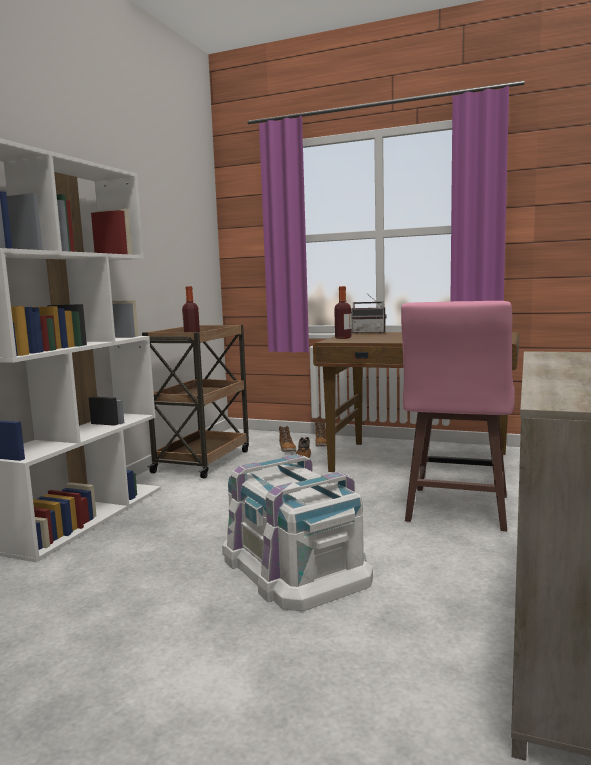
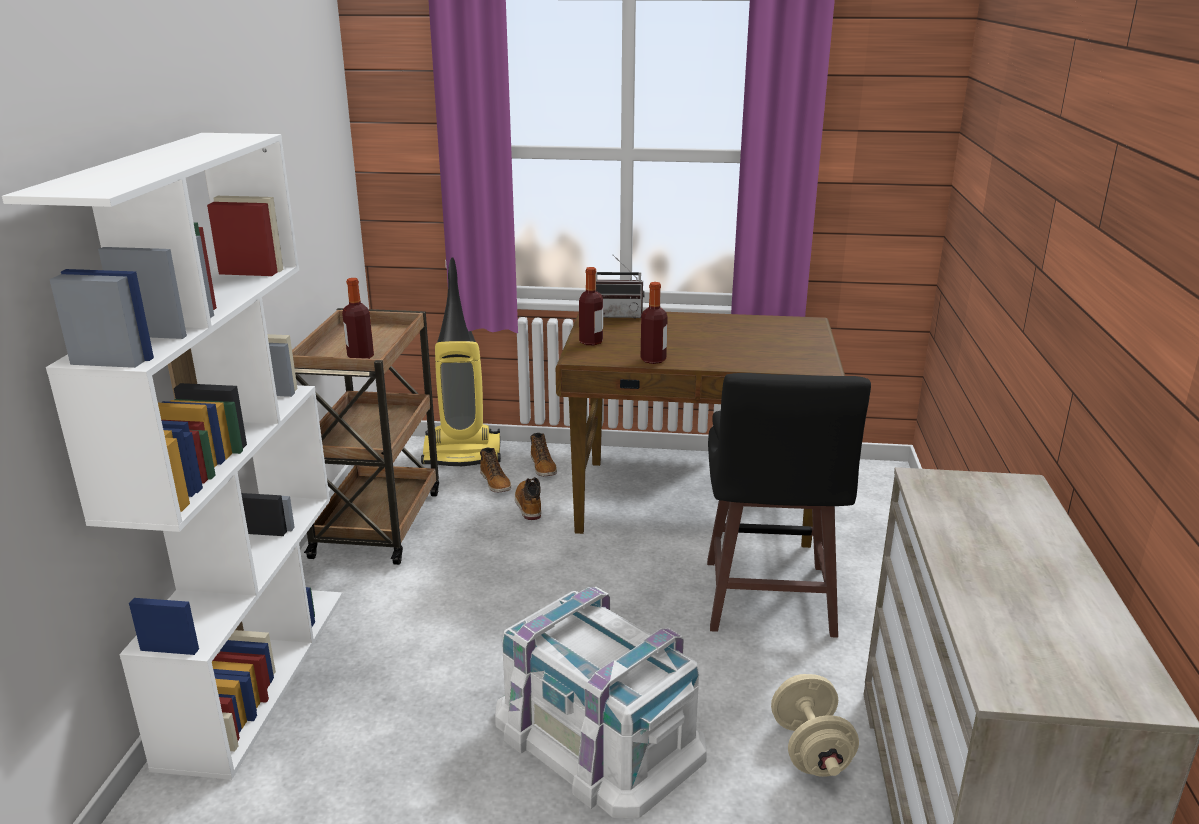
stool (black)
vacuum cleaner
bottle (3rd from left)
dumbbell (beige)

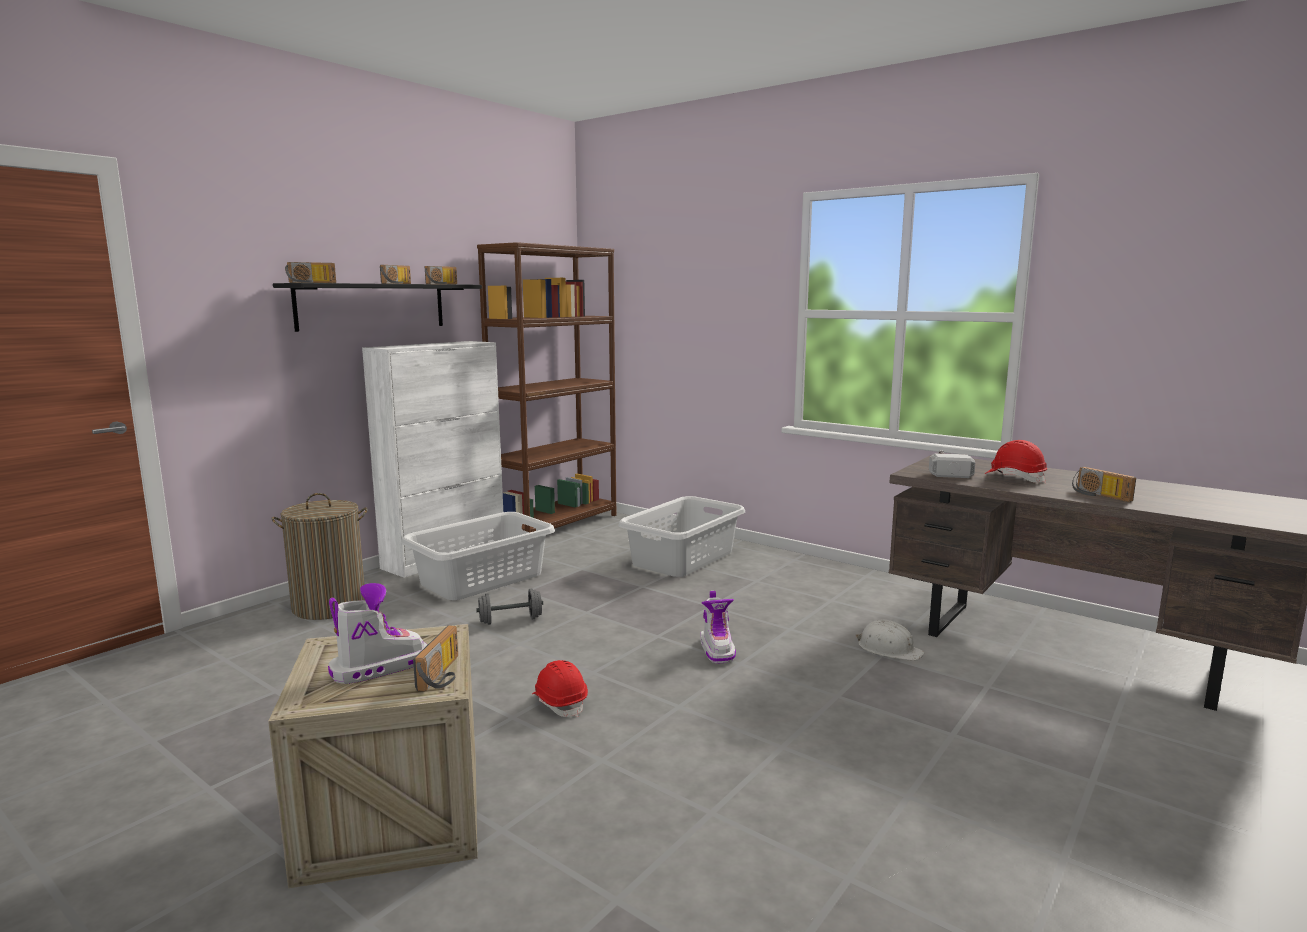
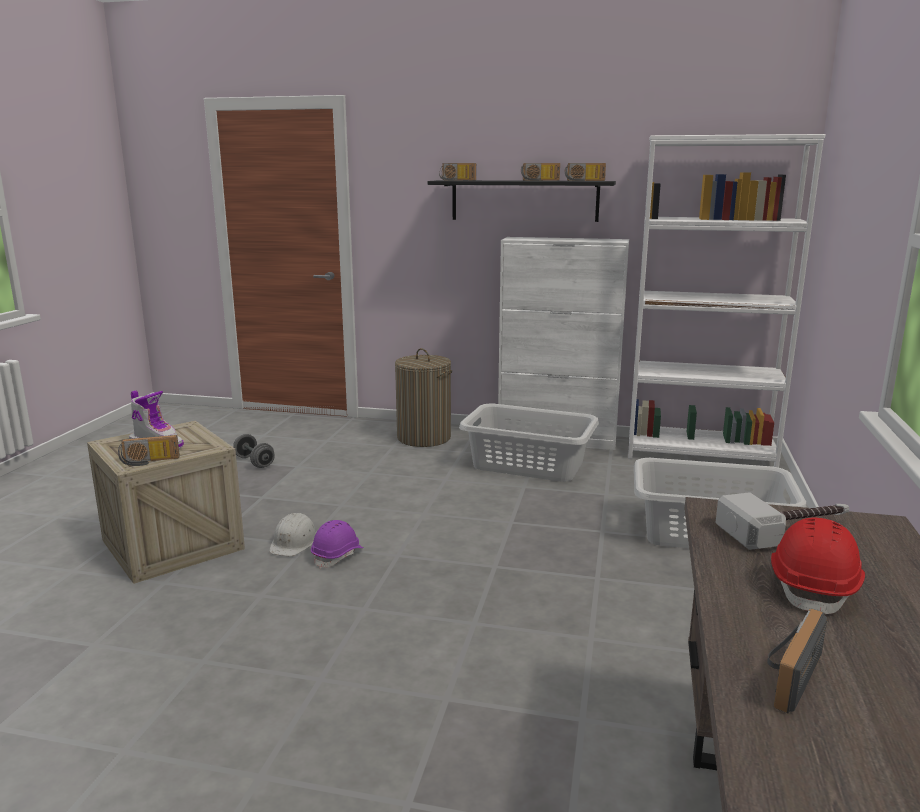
bookcase (white)
dumbbell (grey)
boot (2nd from left in the first image)
hard hat (white)
hard hat (purple)

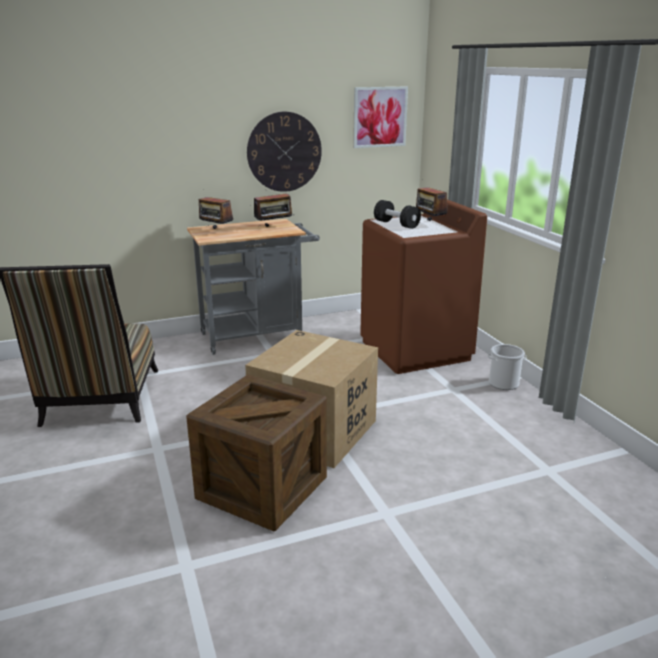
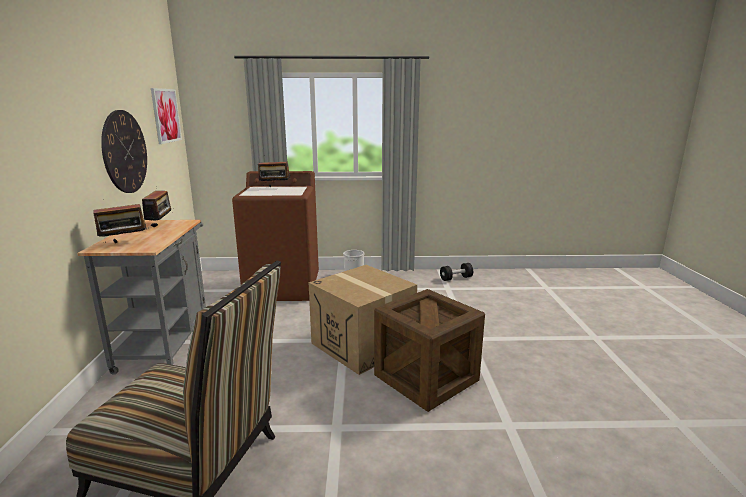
dumbbell (black)

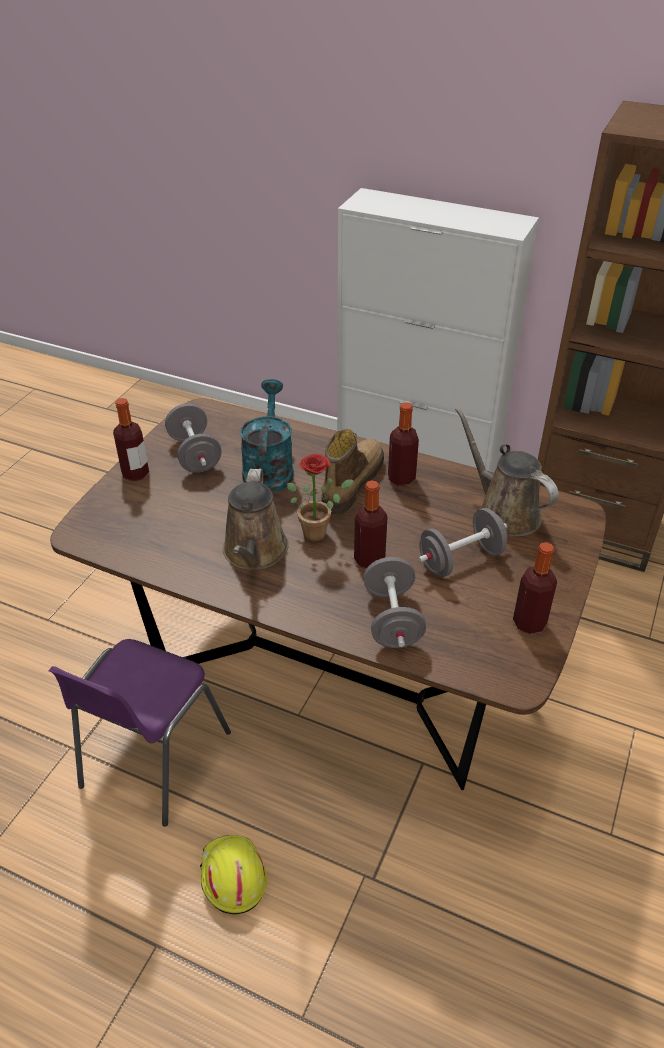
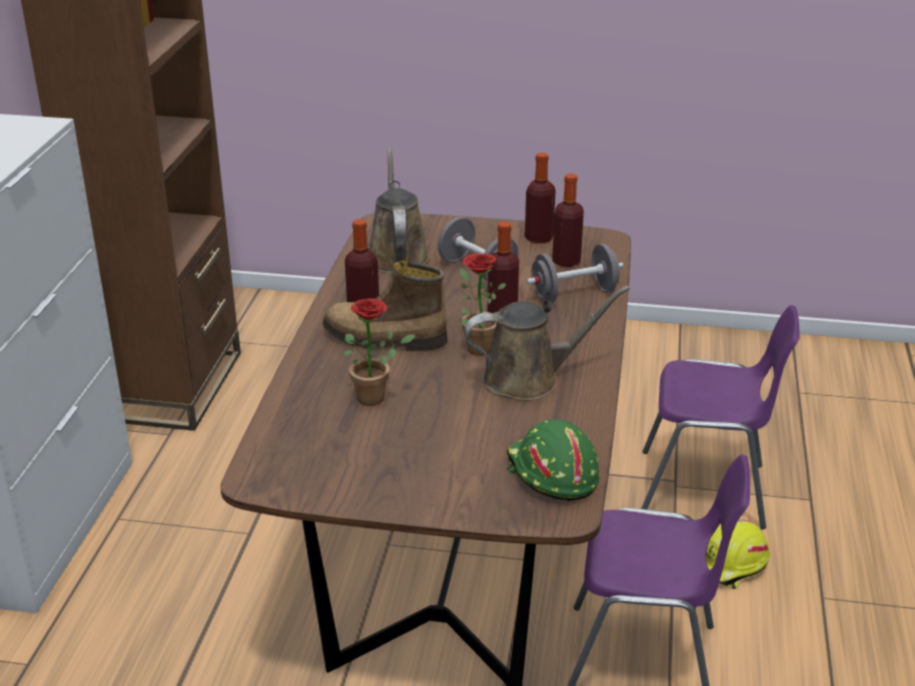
potted plant (1st from left)
bottle (4th from left)
dumbbell (grey) (1st from left in the first image)
watering can (brown) (1st from left)
chair (purple) (2nd from left)
hard hat (green)

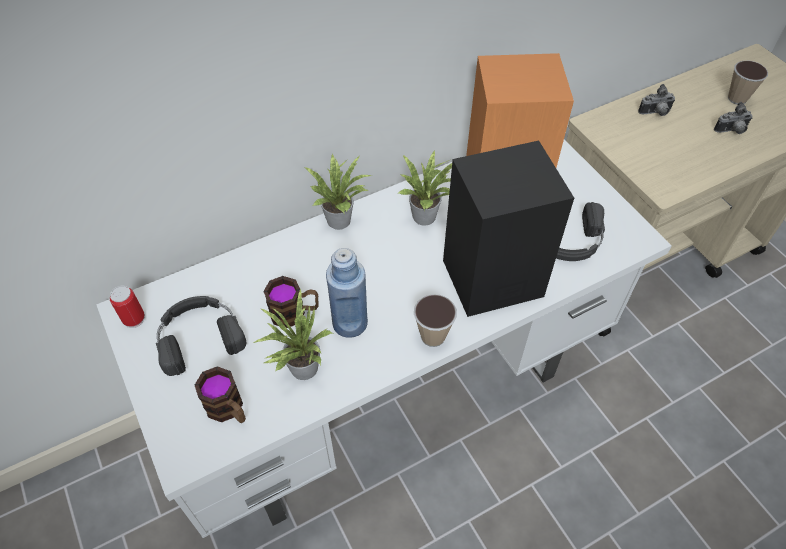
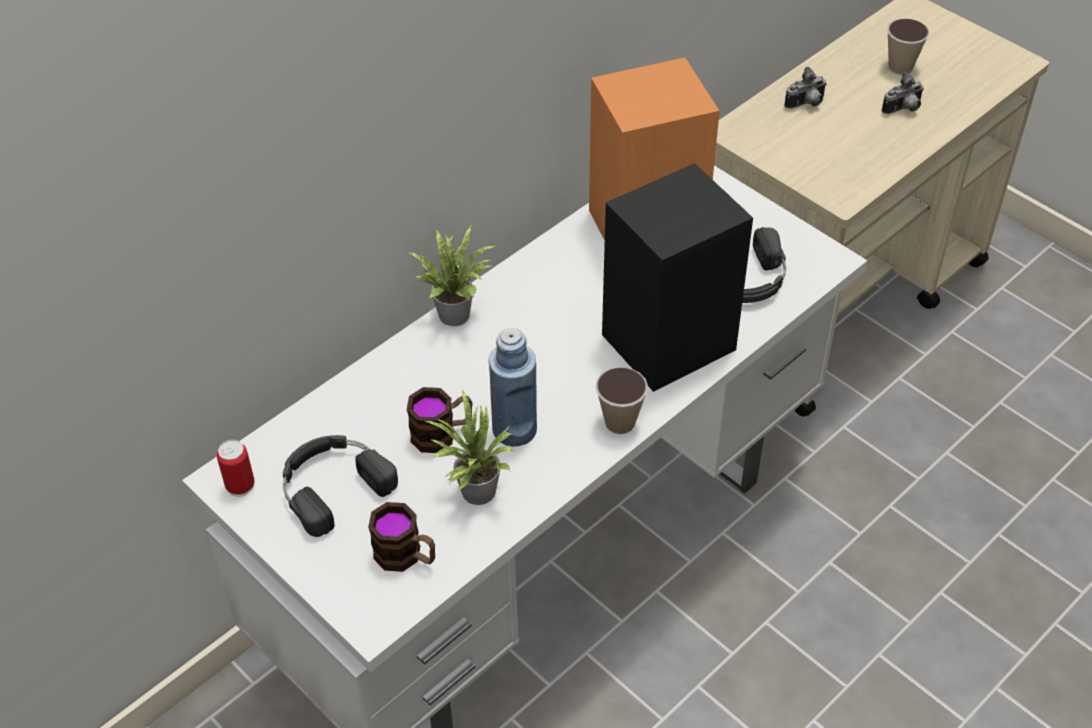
potted plant (3rd from left in the first image)

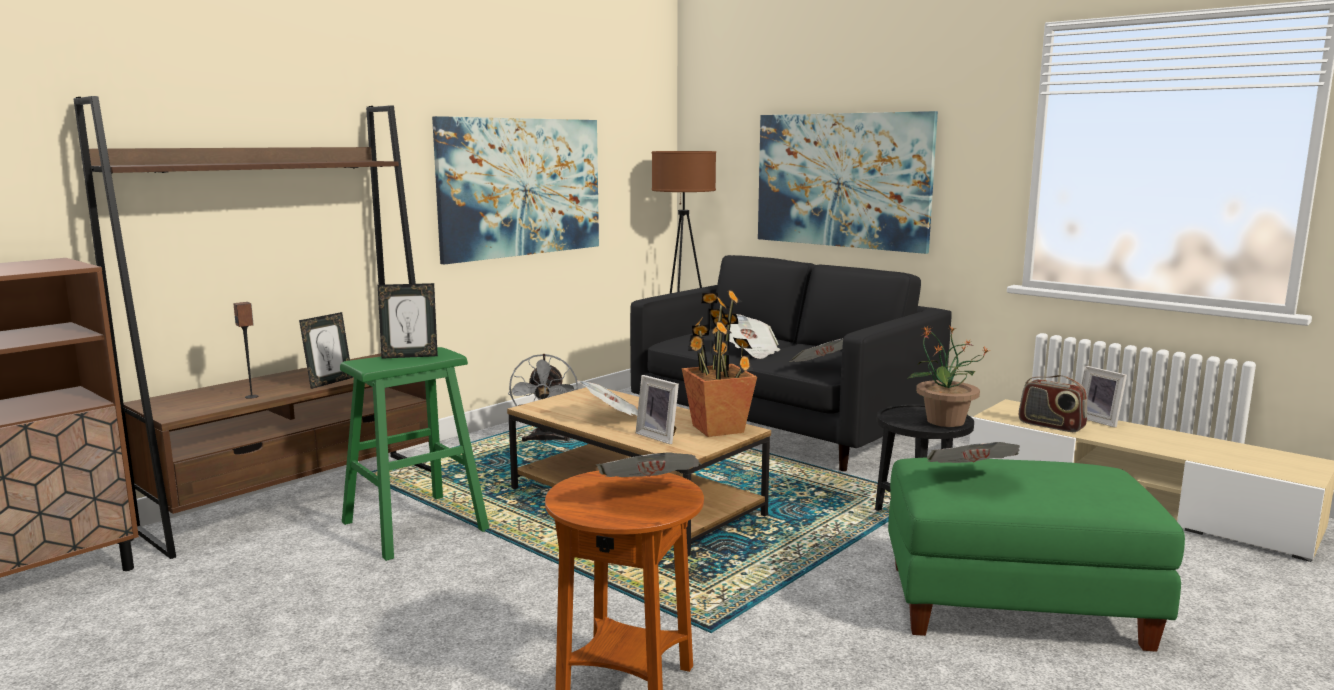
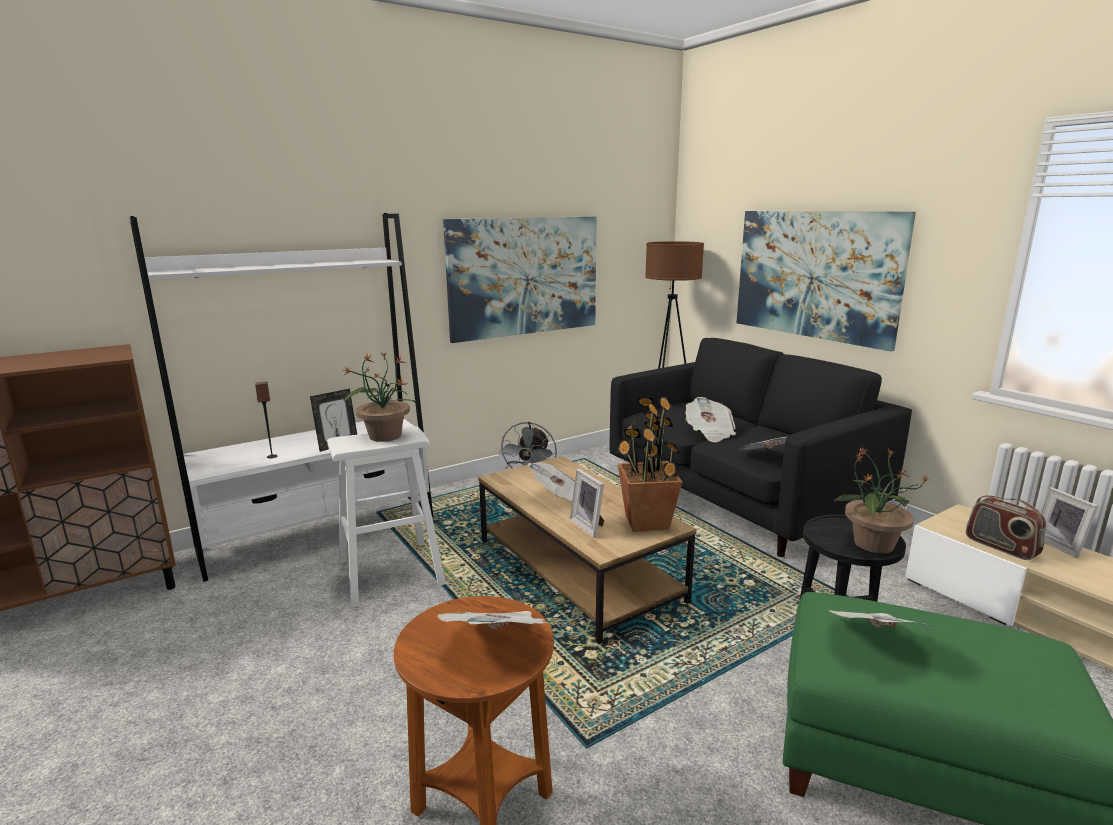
bookcase (white)
potted plant (1st from left)
stool (white)

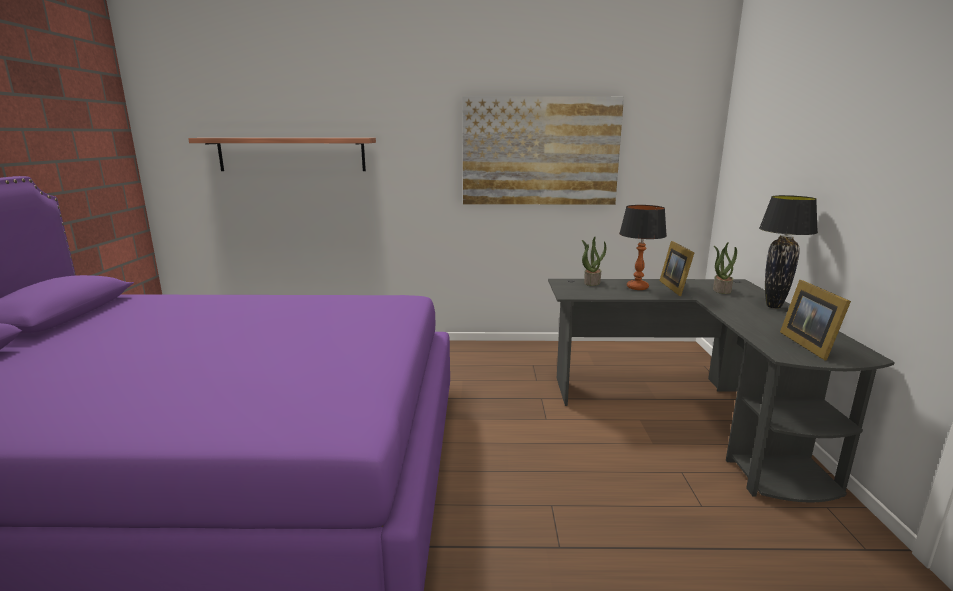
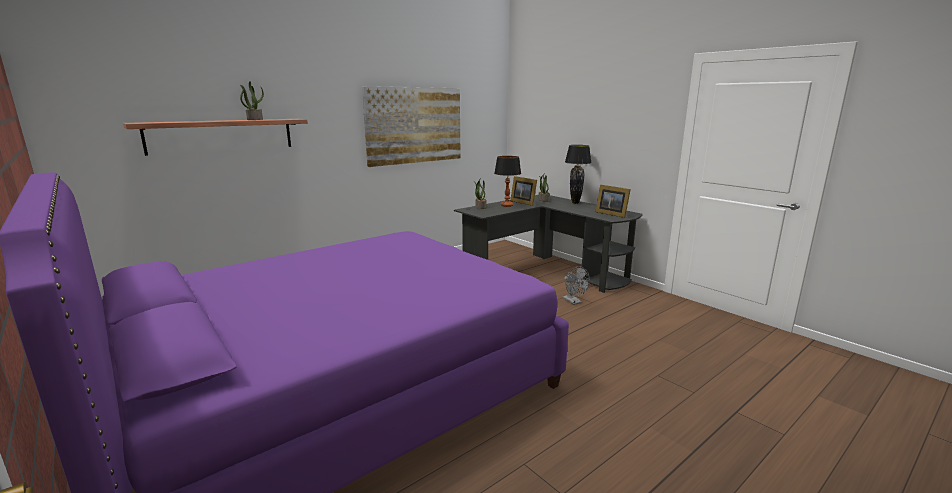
potted plant (1st from left)
fan (grey)

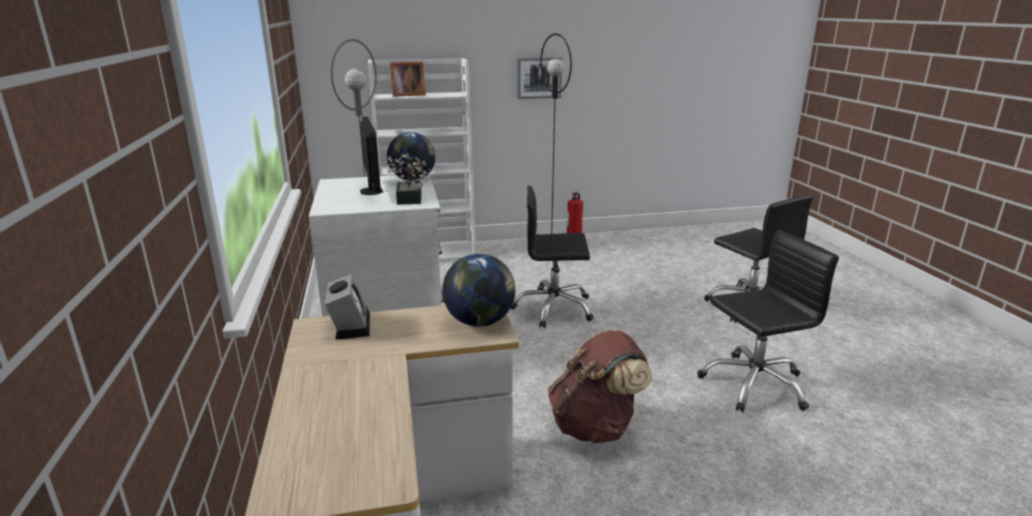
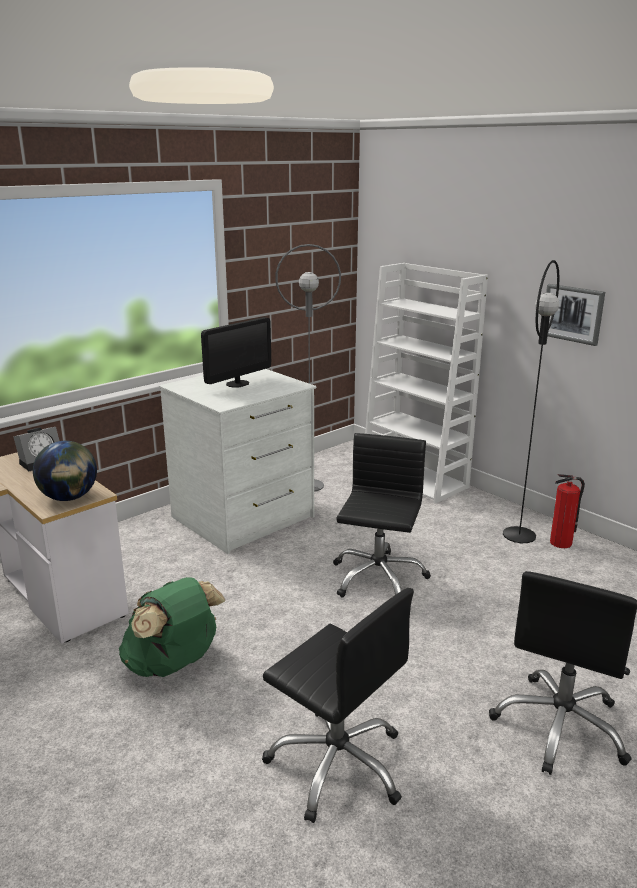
picture frame
globe (1st from left in the first image)
potted plant
office chair (black) (2nd from left)
backpack (green)

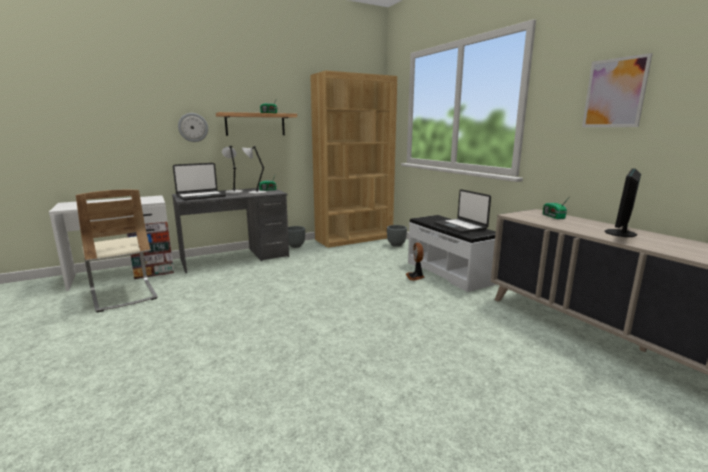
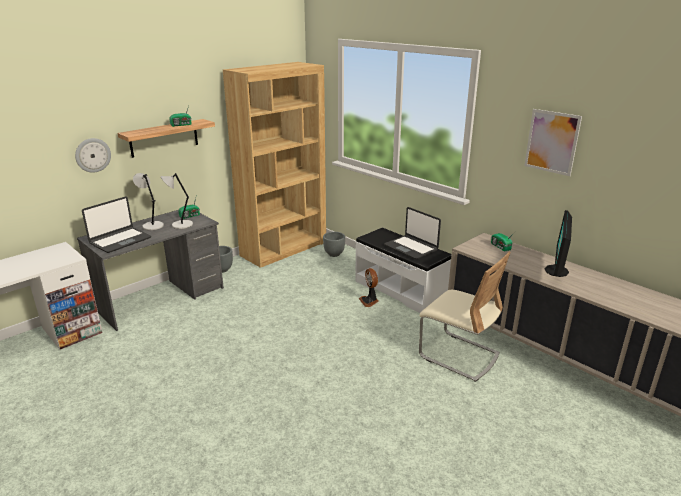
chair (beige)

